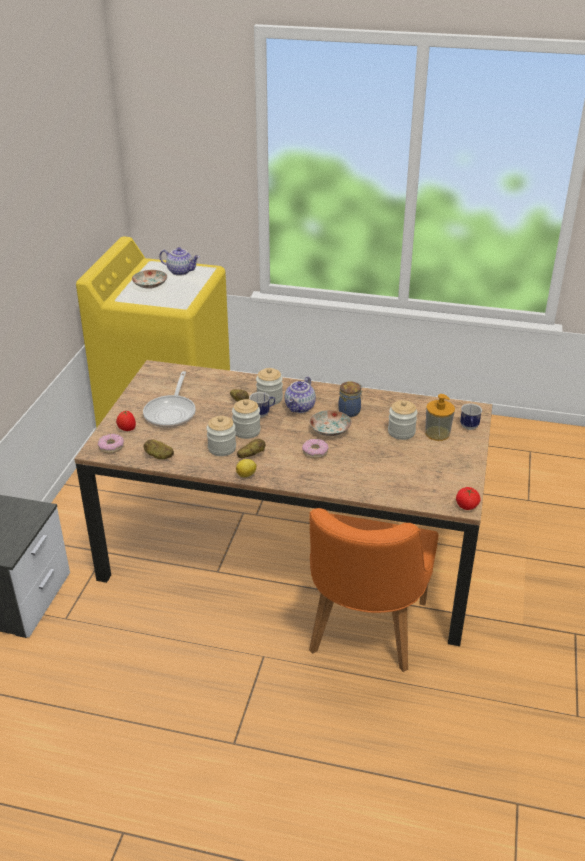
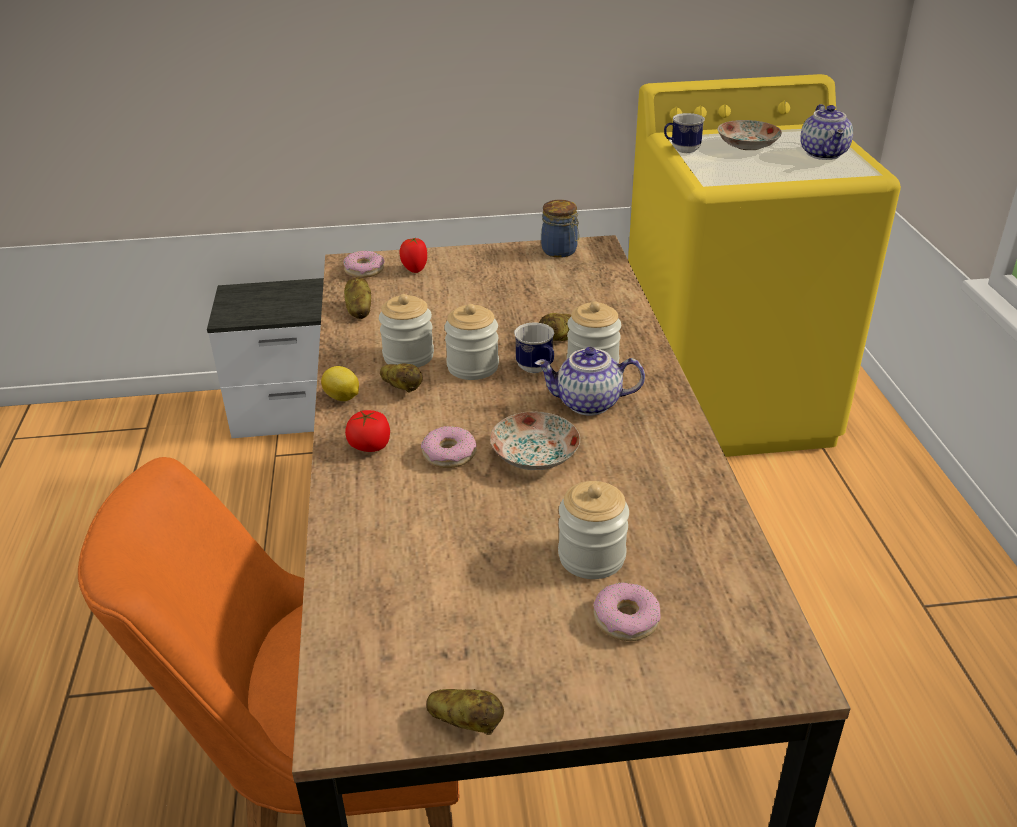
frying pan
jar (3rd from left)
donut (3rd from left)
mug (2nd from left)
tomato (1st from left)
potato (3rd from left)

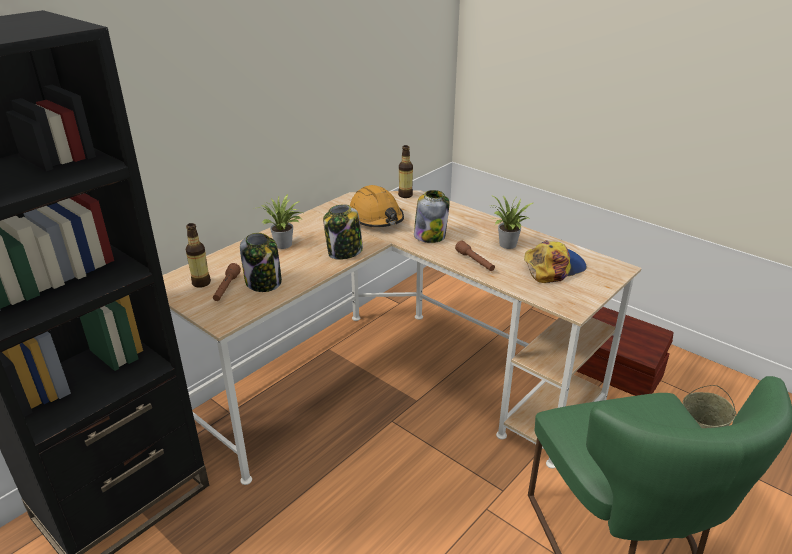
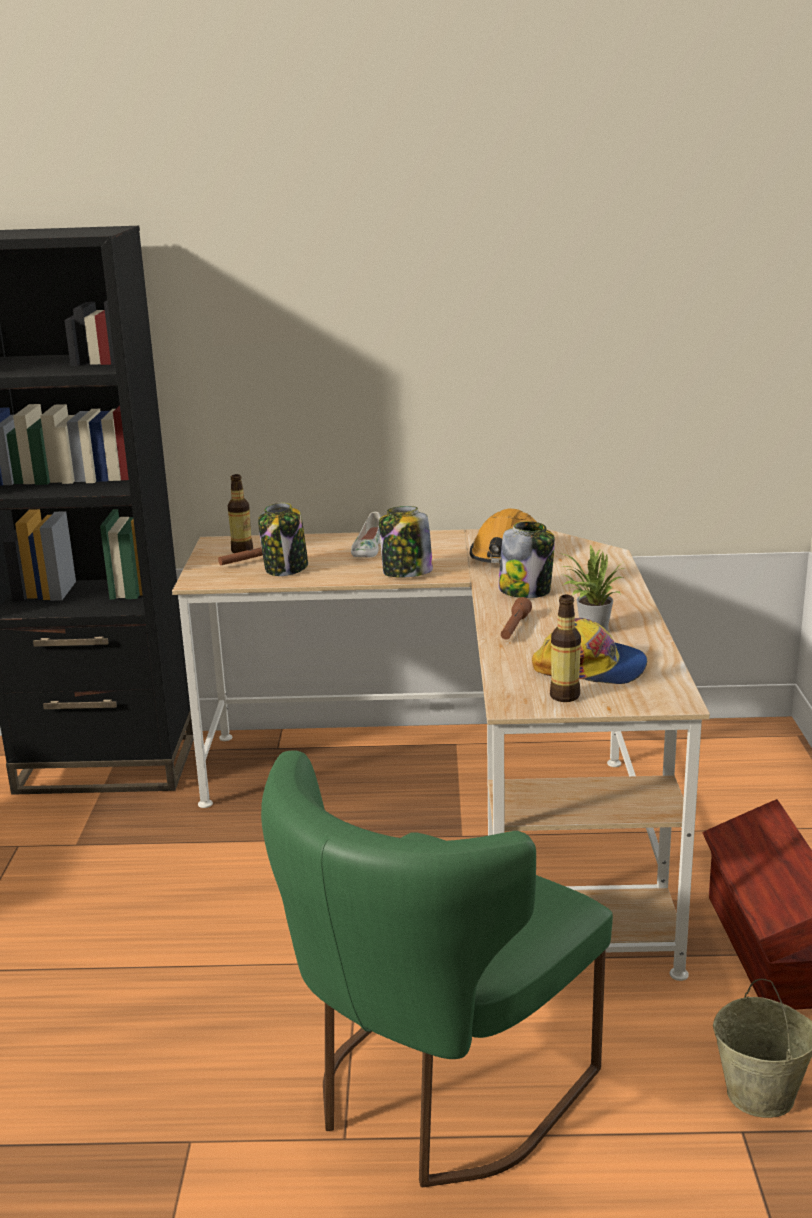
bottle (2nd from left)
shoe (white)

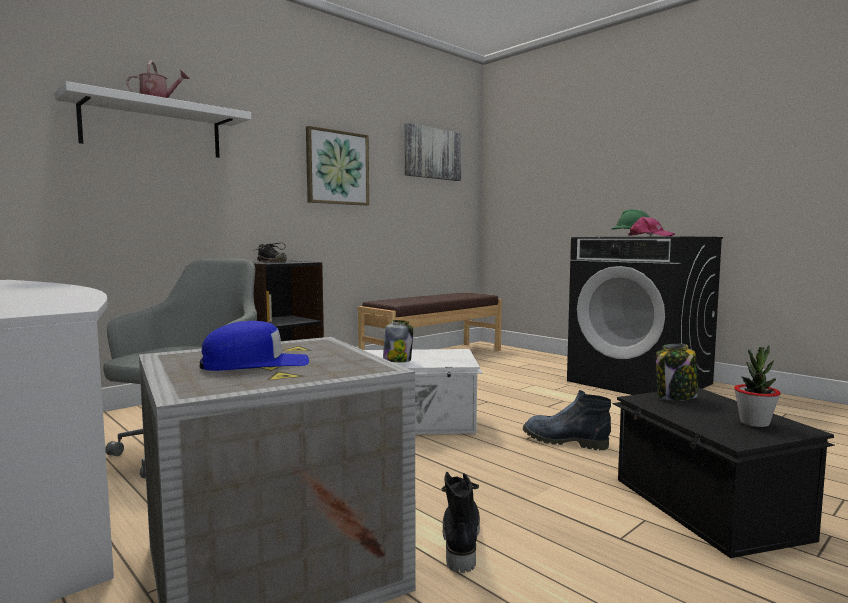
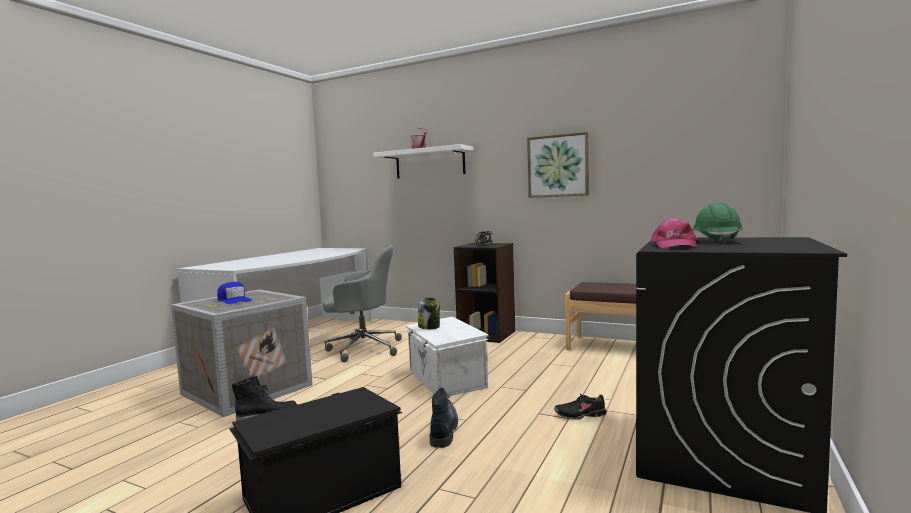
picture (2nd from left in the first image)
jar (2nd from left in the first image)
potted plant
shoe (black) (2nd from left)

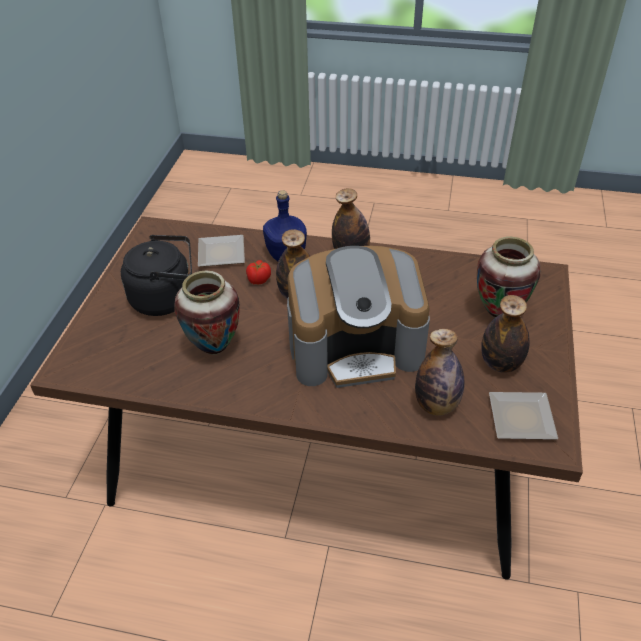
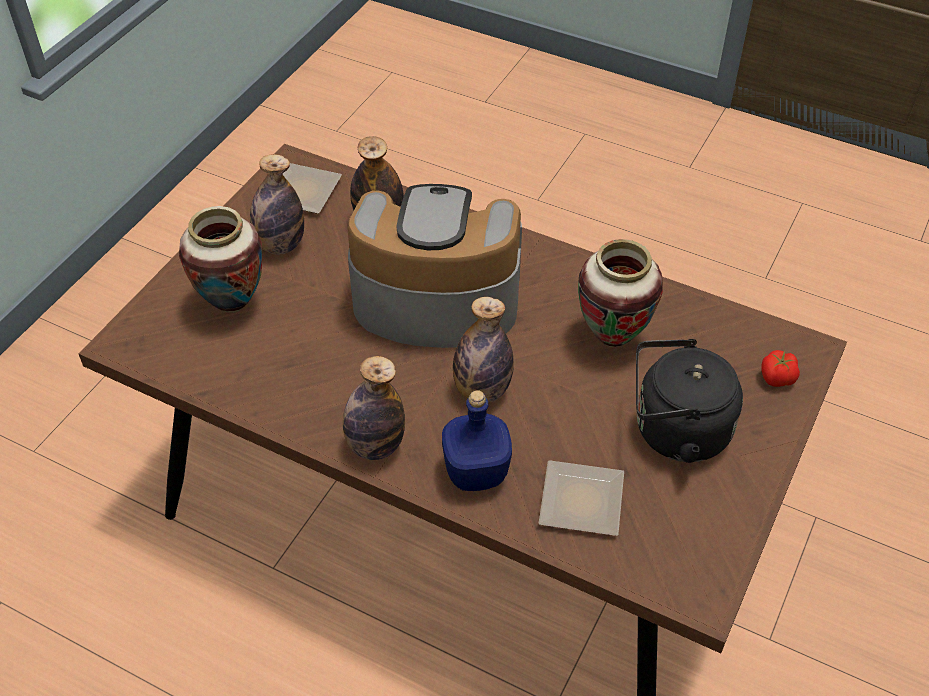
tomato

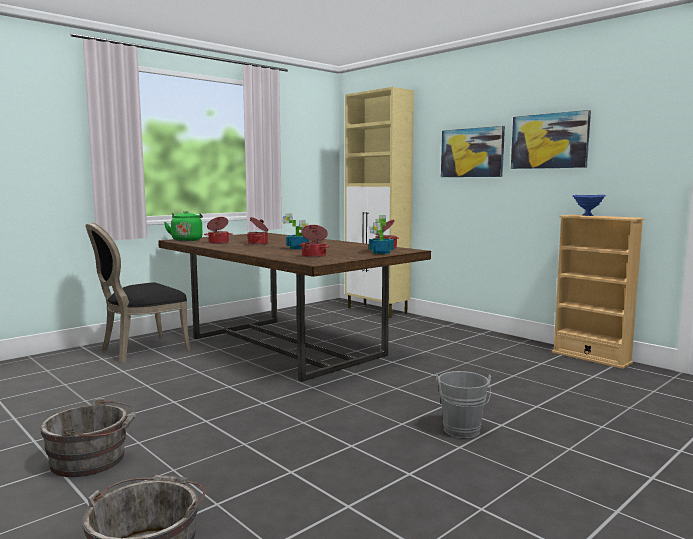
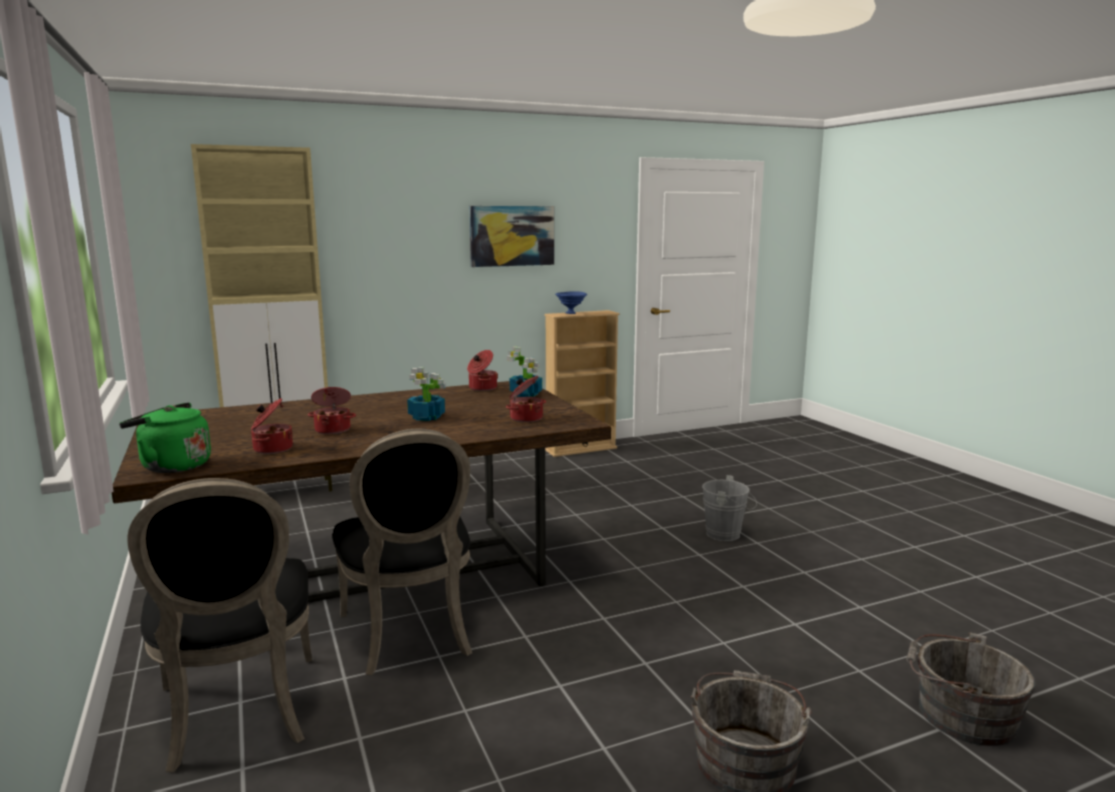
picture (1st from left in the first image)
chair (black) (2nd from left)

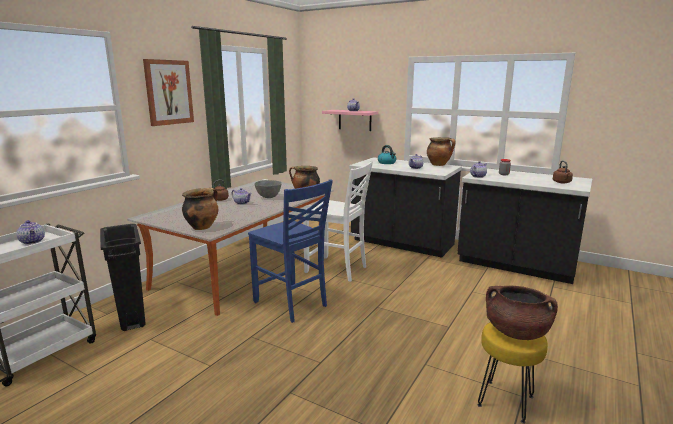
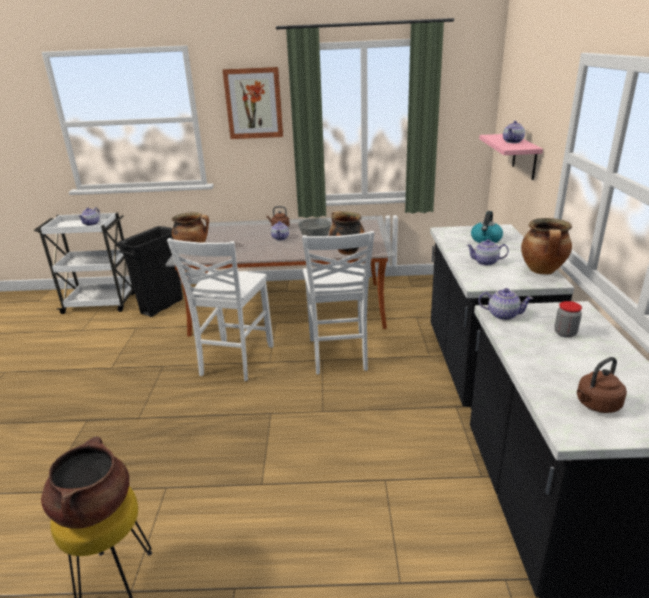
chair (white) (1st from left)

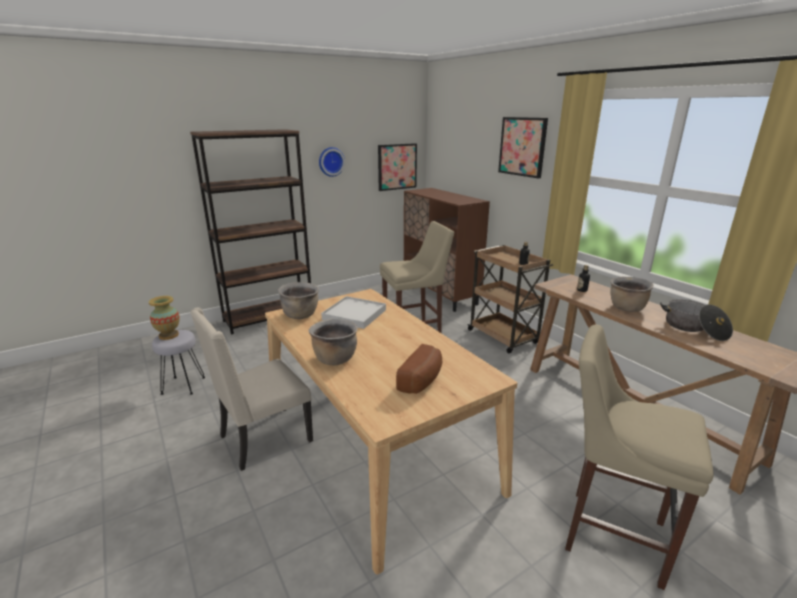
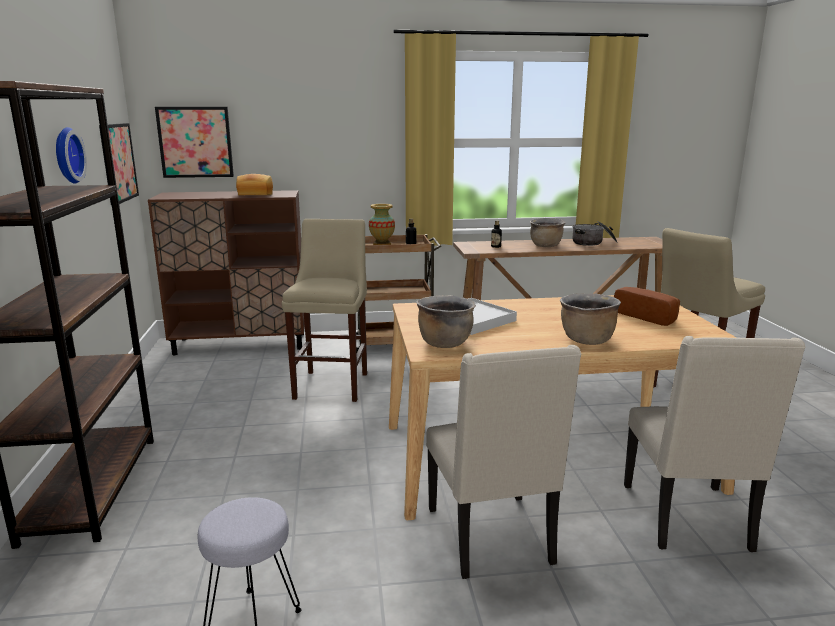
picture (2nd from left)
vase
bread (1st from left)
chair (beige) (2nd from left)

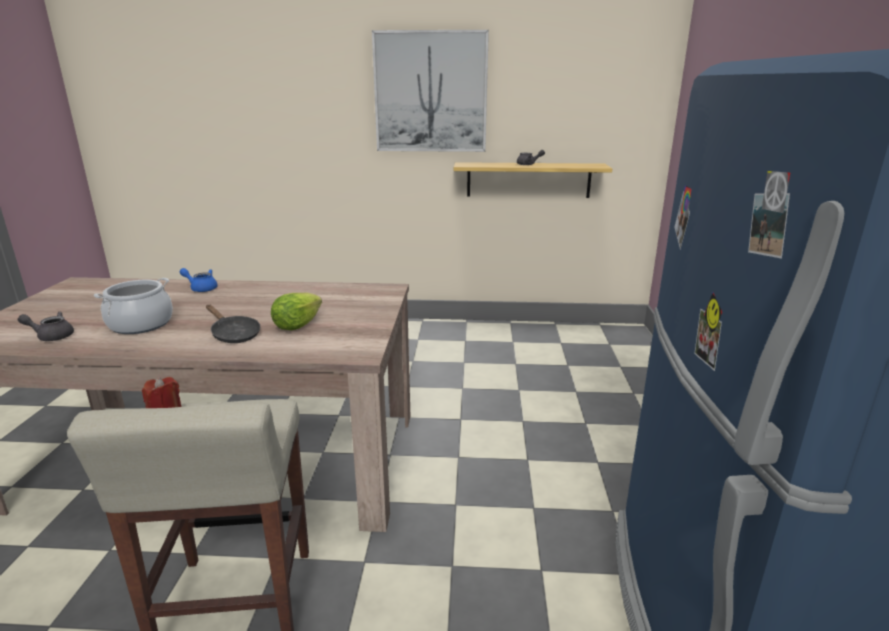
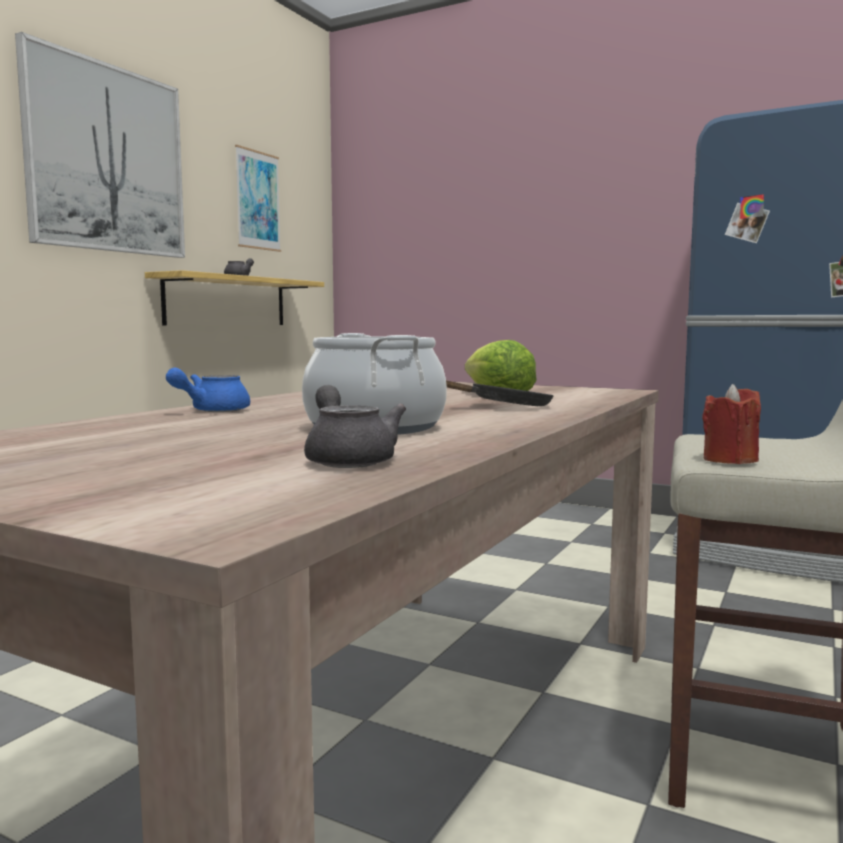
teapot (grey) (2nd from left)
picture (2nd from left)

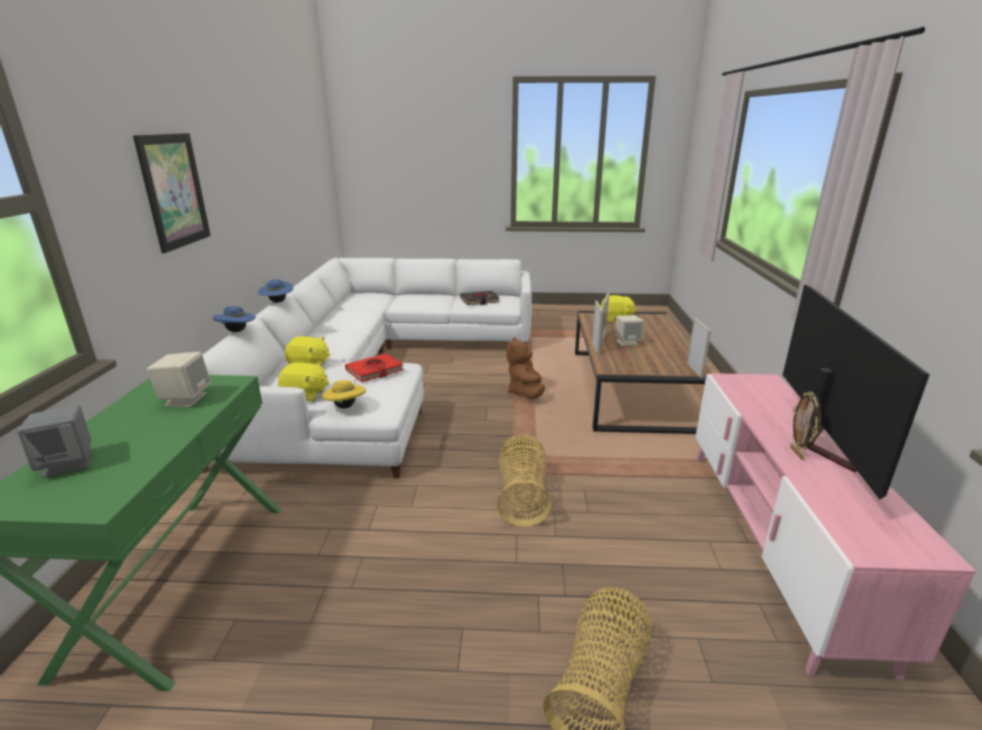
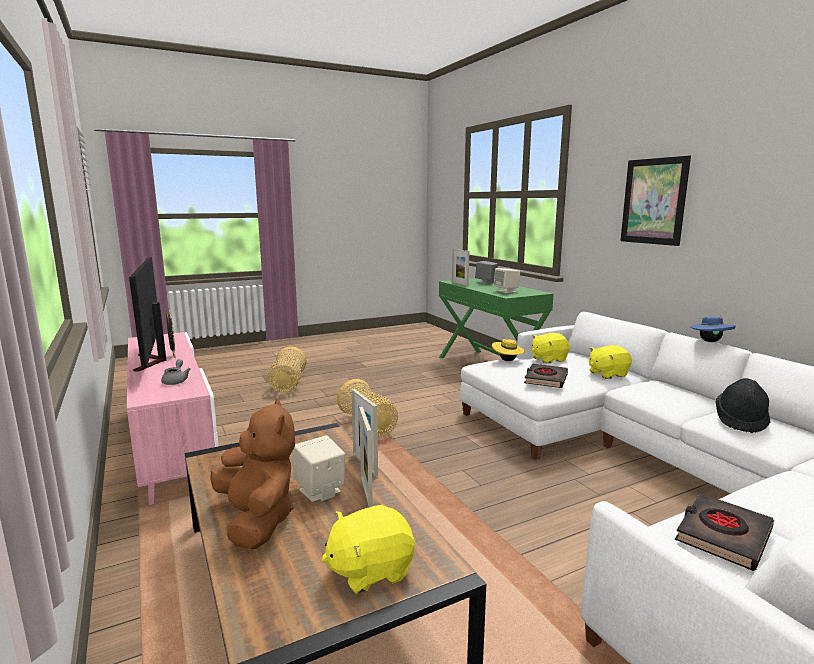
hat (blue) (1st from left in the first image)
picture frame (4th from left)
plush toy (brown)
book (black) (1st from left)
teapot (grey)
hat (black)

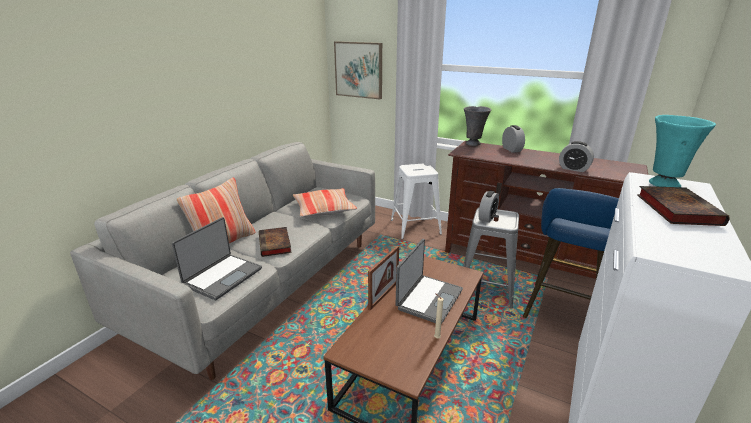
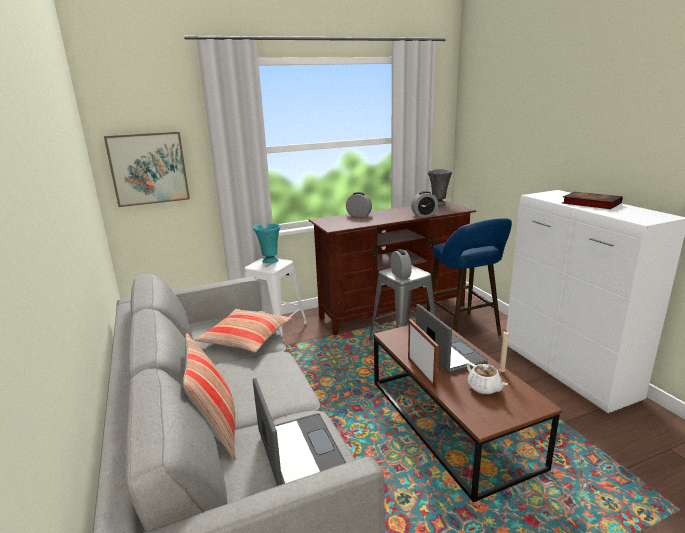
vase (grey)
vase (turquoise)
book (1st from left in the first image)
teapot (white)

